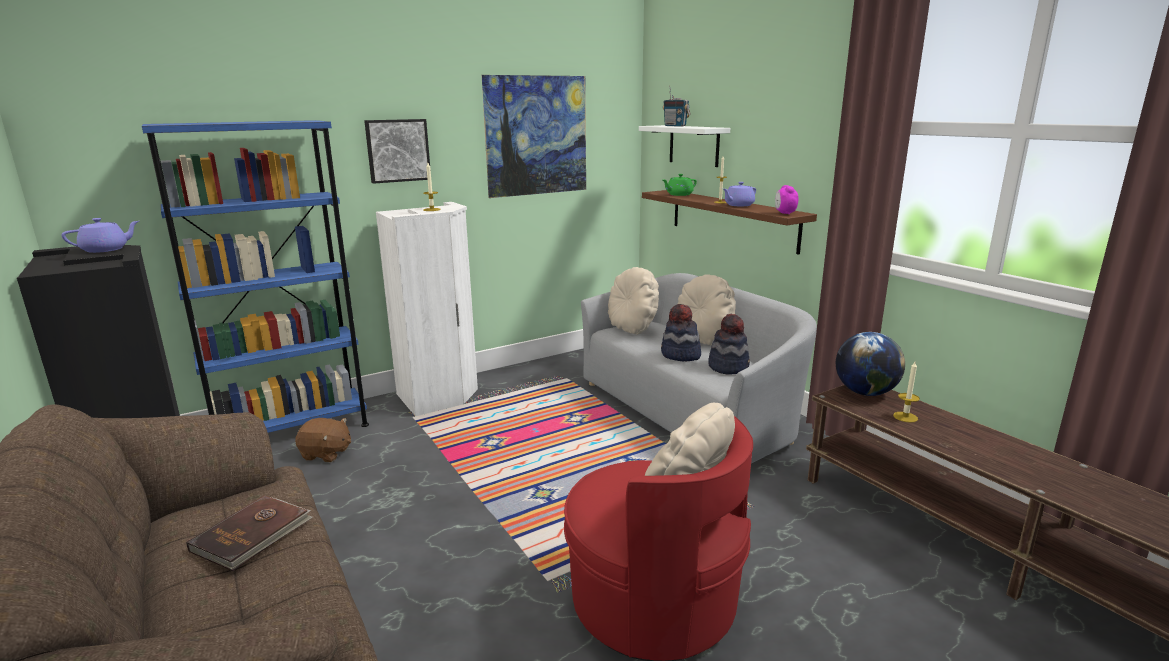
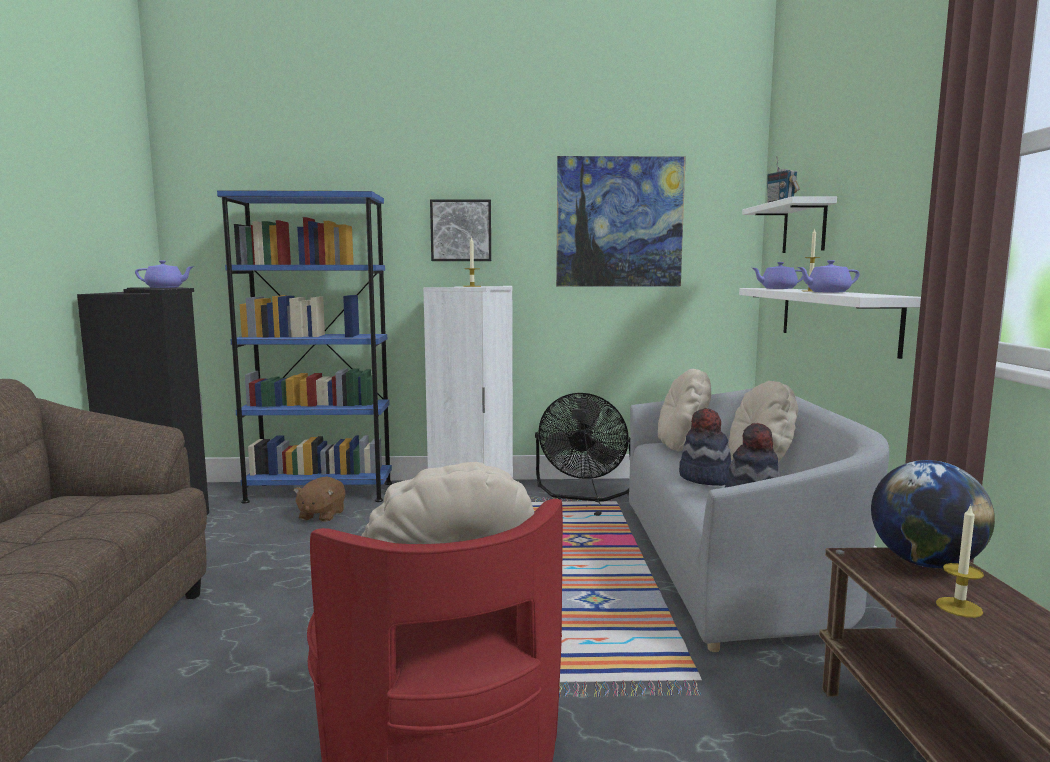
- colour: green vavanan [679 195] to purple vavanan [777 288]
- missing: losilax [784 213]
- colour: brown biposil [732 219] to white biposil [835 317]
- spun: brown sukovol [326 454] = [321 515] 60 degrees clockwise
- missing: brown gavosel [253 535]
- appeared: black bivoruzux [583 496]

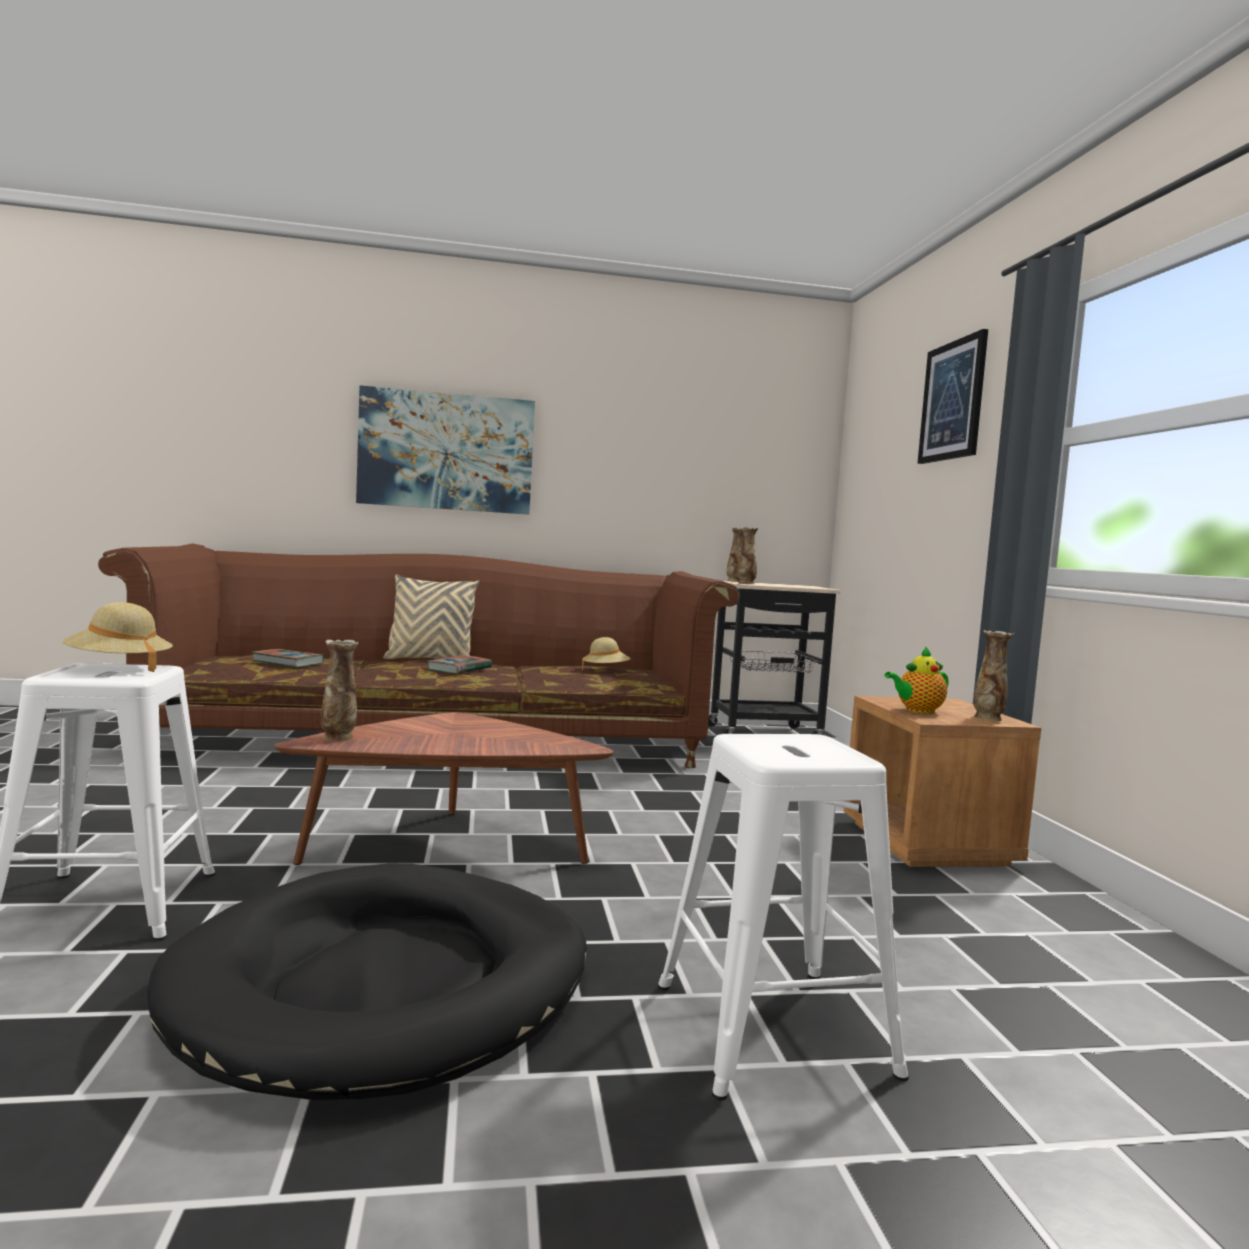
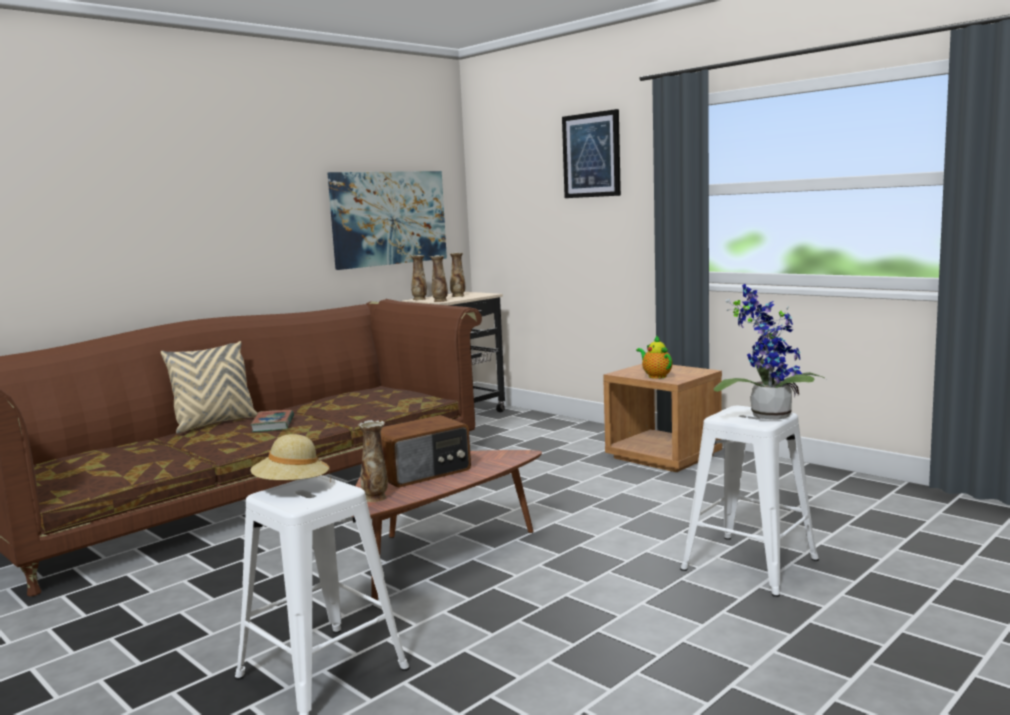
- relocated: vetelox [446 452] to [389 218]
- relocated: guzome [988 718] to [458 296]
- missing: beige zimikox [605 670]
- spun: vavanan [917 711] = [655 376] 120 degrees clockwise
- missing: gavosel [288 662]
- missing: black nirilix [386 984]
- appeared: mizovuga [767 415]
- appeared: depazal [423 472]

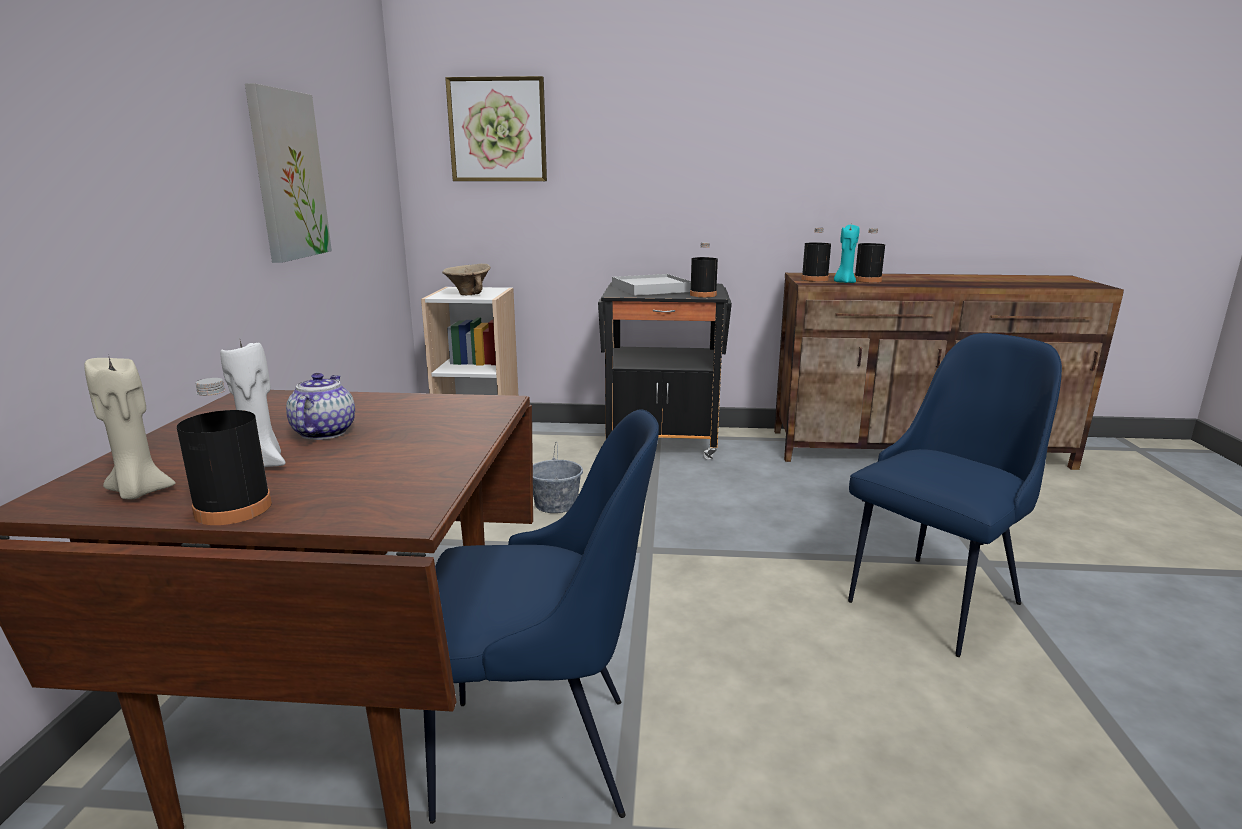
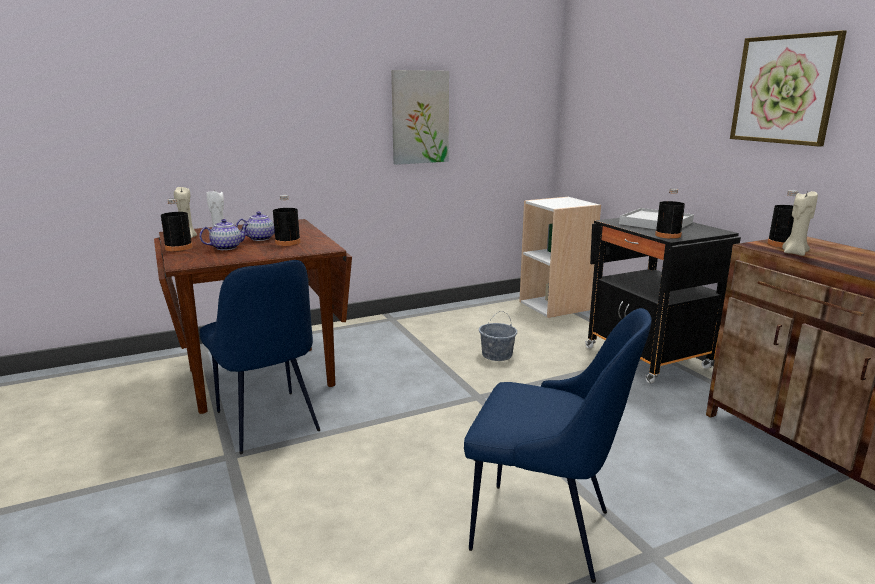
- relocated: vetelox [497 130] to [784 90]
- colour: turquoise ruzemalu [844 282] to beige ruzemalu [794 253]
- relocated: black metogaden [867 280] to [287 242]
- missing: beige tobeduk [467 294]
- appeared: vavanan [227 247]

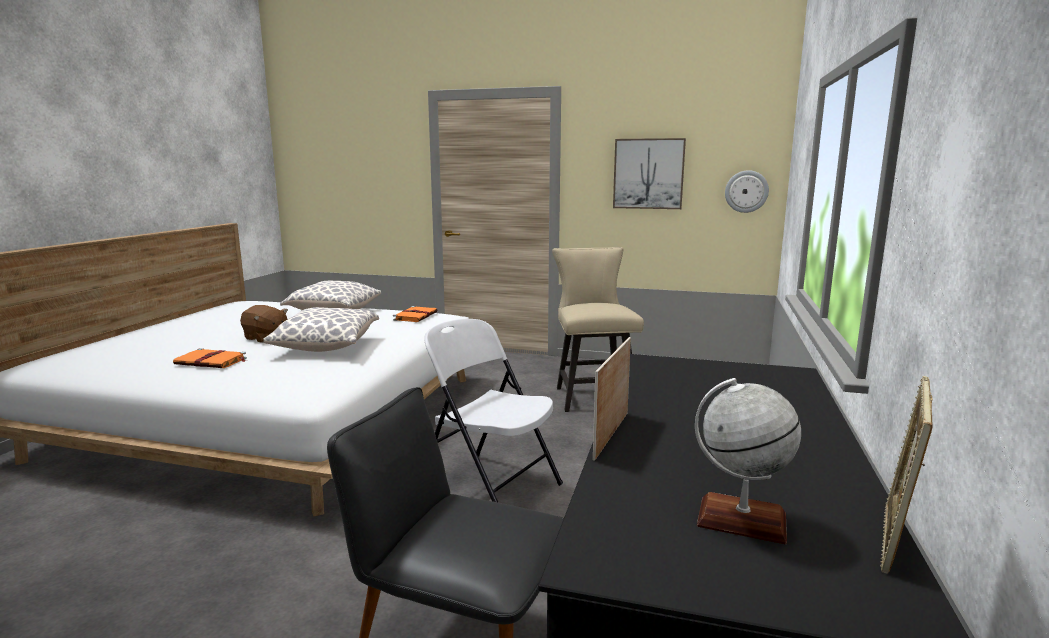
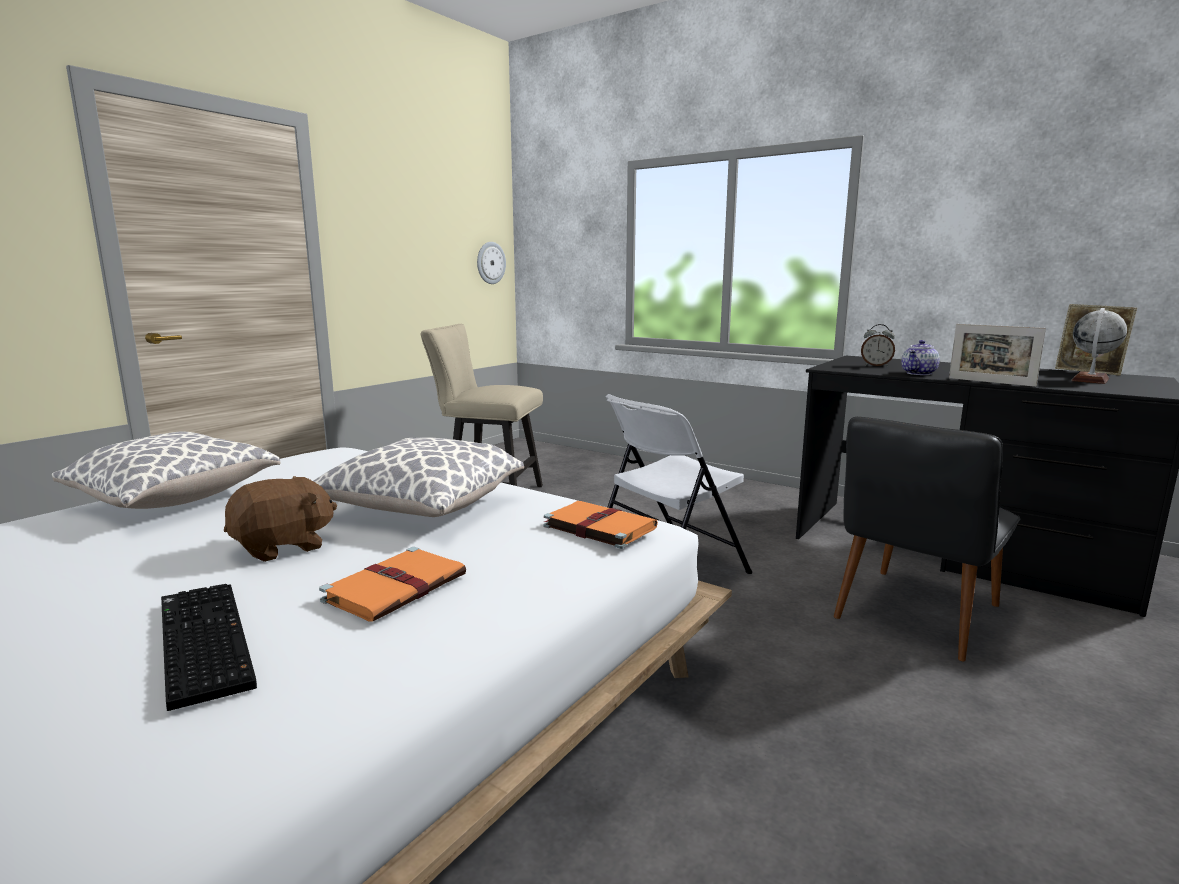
- missing: vetelox [648 174]
- relocated: orange gavosel [416 316] to [597 527]
- appeared: losilax [876 366]
- appeared: vavanan [919 373]
- appeared: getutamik [200 642]

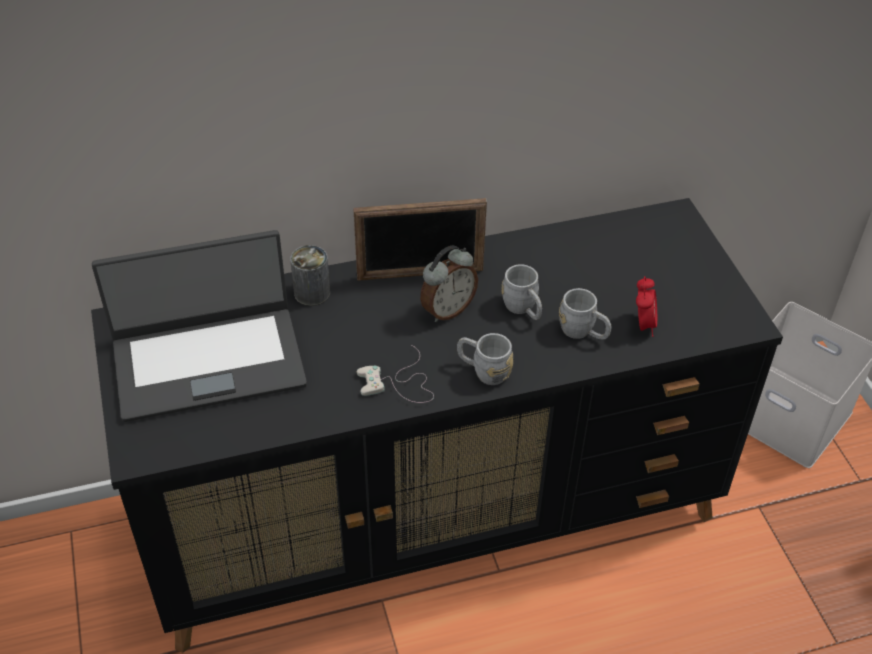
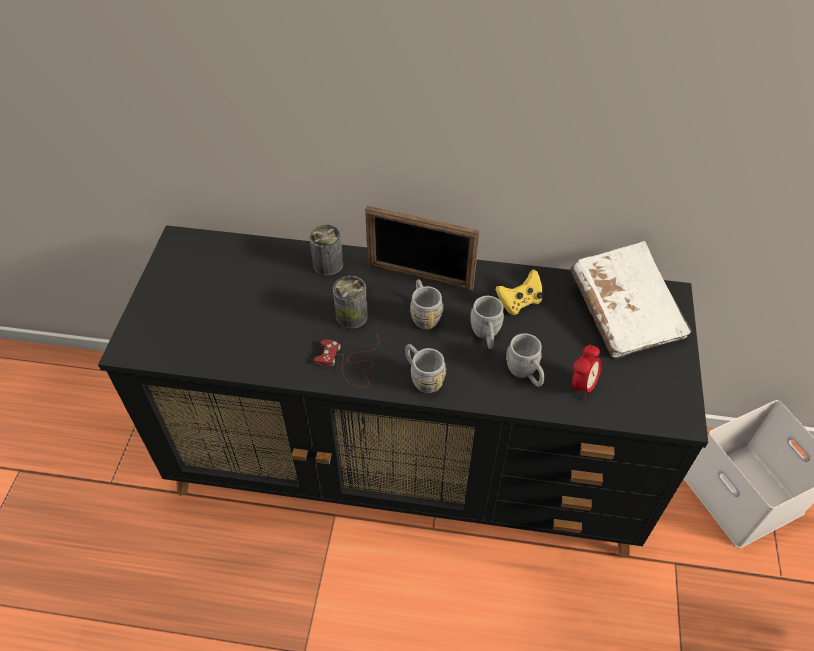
- missing: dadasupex [208 361]
- exchanged: losilax [447 310] to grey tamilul [423 314]
- colour: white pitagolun [399 383] to red pitagolun [349 363]
- appeared: white gavosel [624 312]
- appeared: yellow pitagolun [519 302]
- appeared: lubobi [351 316]

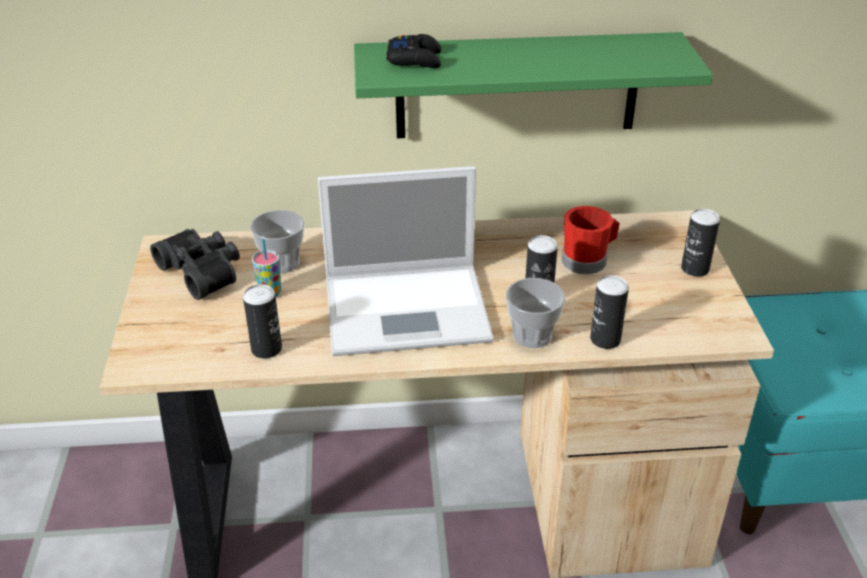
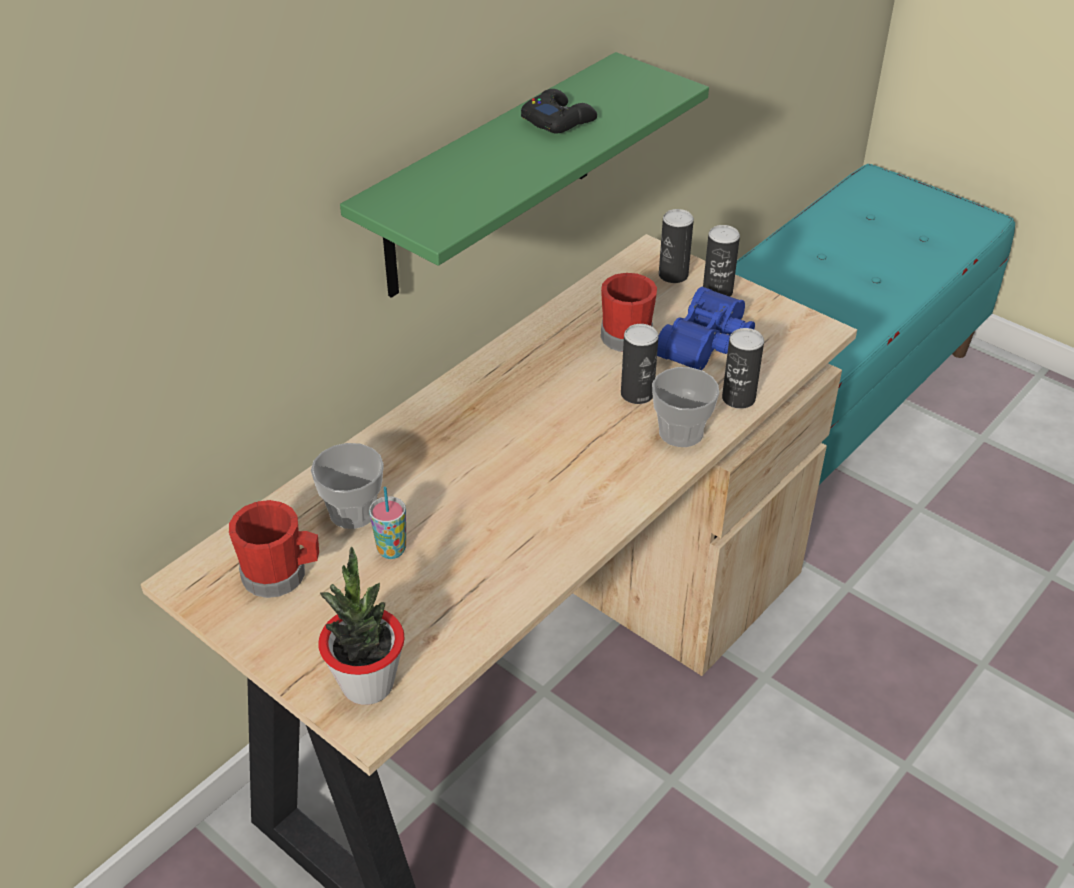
- relocated: black pitagolun [415 59] to [558 120]
- missing: dadasupex [410 309]
- exchanged: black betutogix [203 271] to red tamilul [281 575]
- relocated: lubobi [266 349] to [673 275]
- appeared: blue betutogix [709 345]
- appeared: mizovuga [367 684]

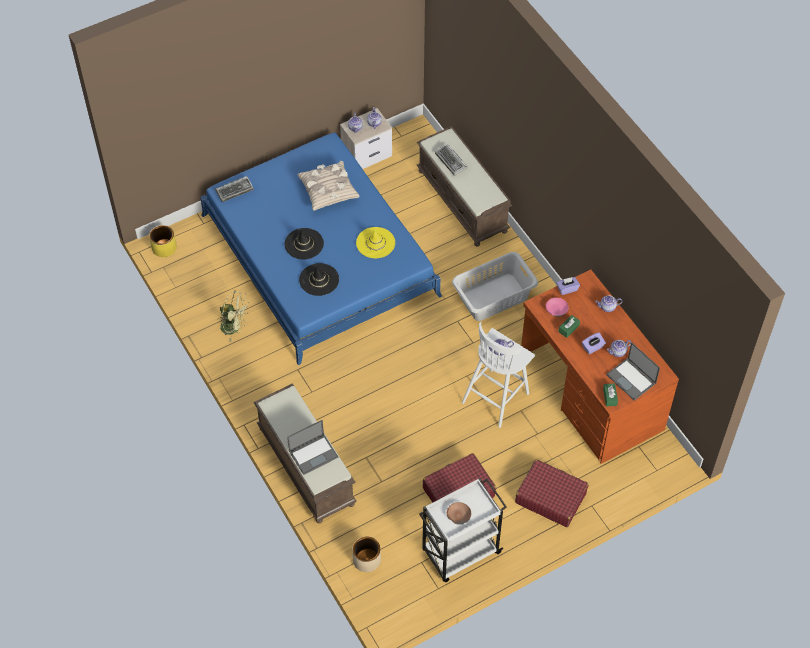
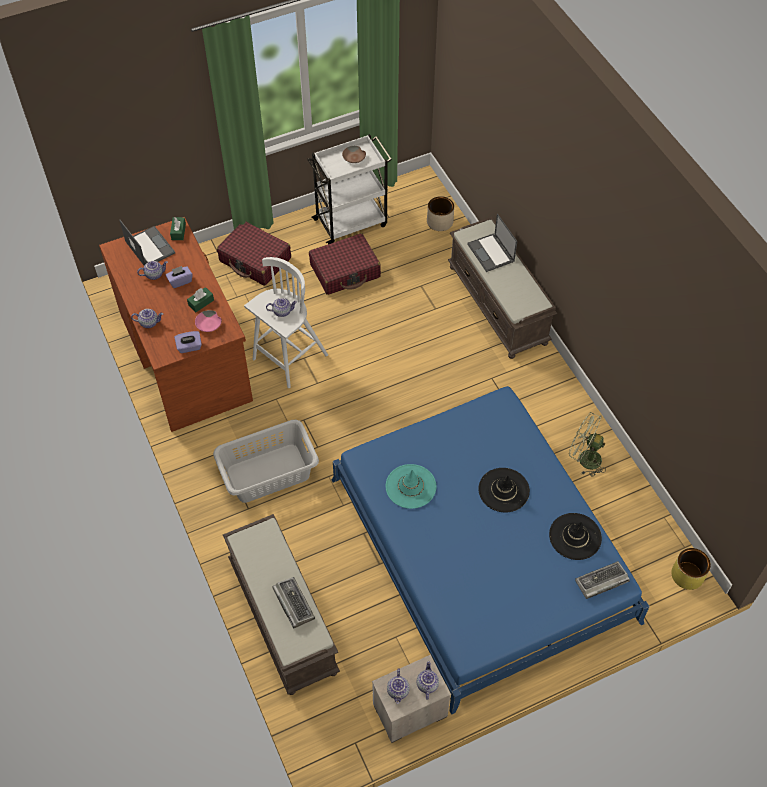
- missing: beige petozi [328 192]
- colour: yellow zimikox [375 243] to turquoise zimikox [410 486]
- relocated: black zimikox [319 280] to [575 536]
- spun: dadasupex [314 454] = [491 253] 90 degrees counterclockwise

